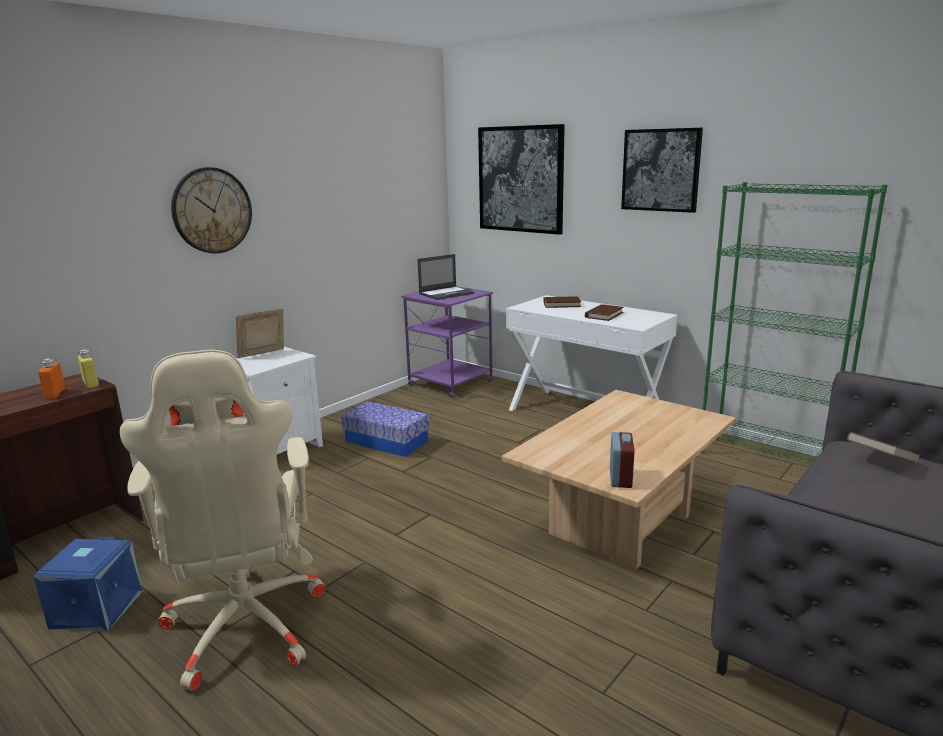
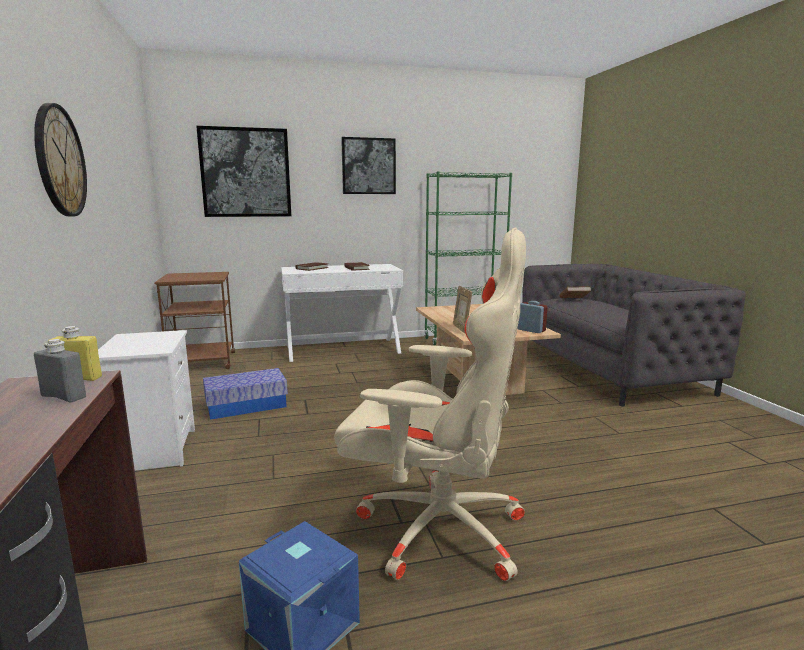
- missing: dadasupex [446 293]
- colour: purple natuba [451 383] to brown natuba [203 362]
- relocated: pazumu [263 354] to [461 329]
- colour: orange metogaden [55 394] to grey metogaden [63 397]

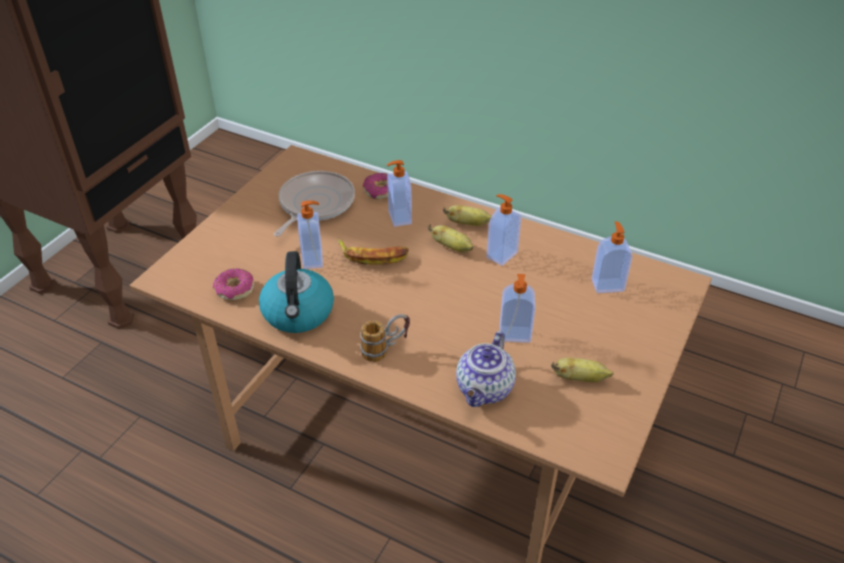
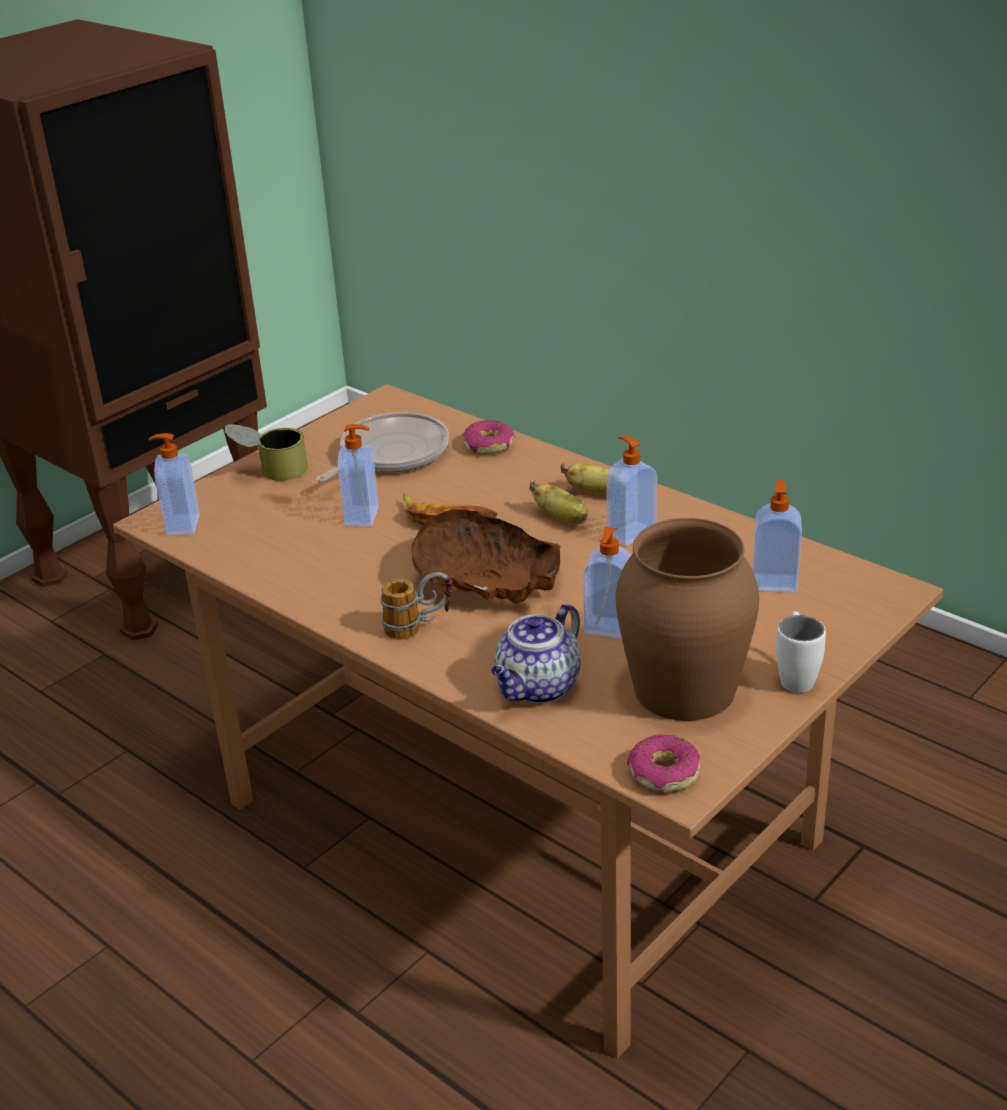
- relocated: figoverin [398 218] to [181 525]
- missing: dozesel [298 313]
- relocated: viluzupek [234 290] to [663 773]
- exchanged: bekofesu [580 378] to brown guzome [683 689]
- appeared: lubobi [270 471]
- appeared: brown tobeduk [485 578]
- appeared: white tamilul [795 675]

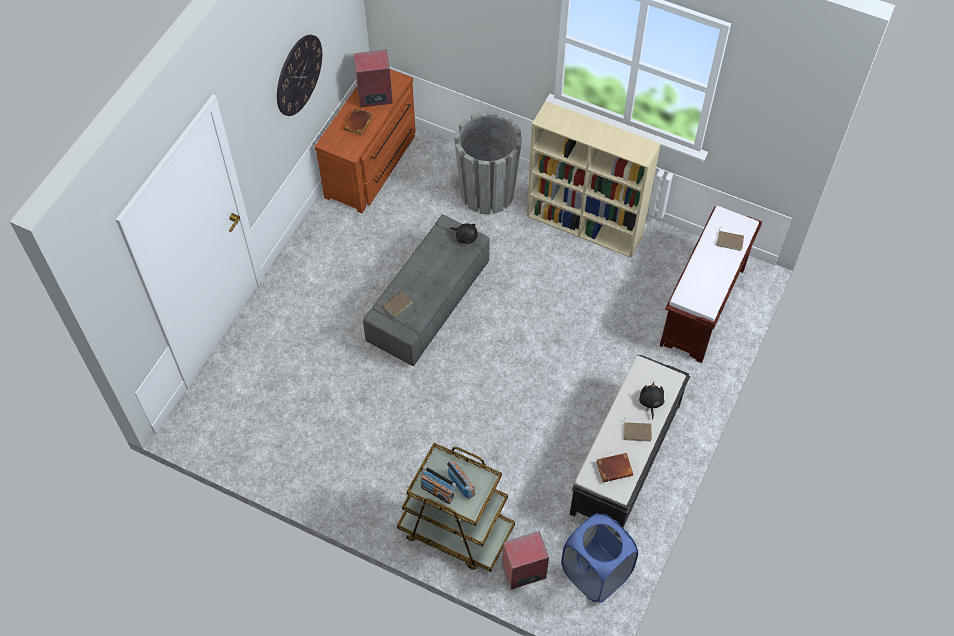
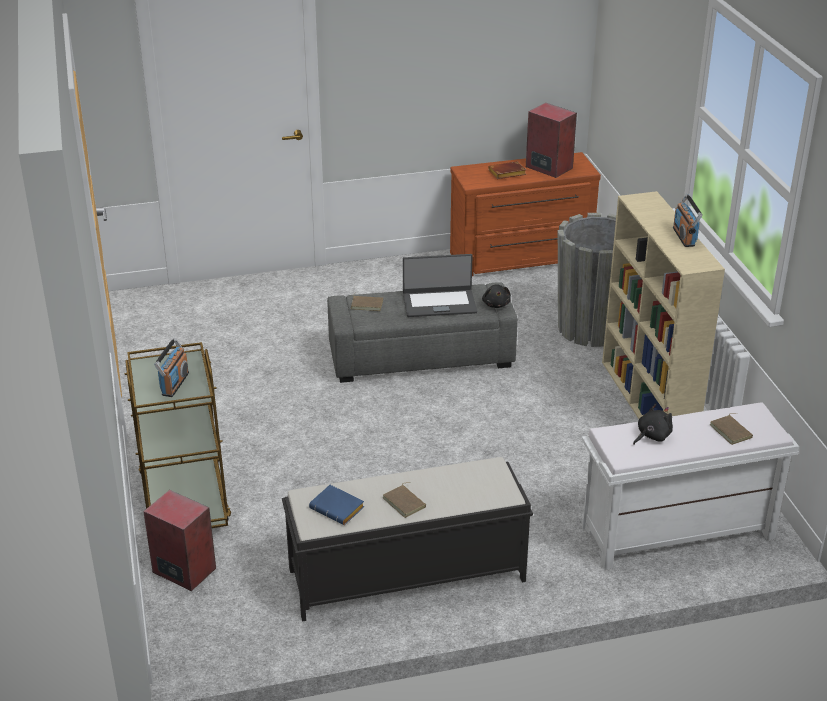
- missing: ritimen [298 75]
- colour: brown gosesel [702 308] to white gosesel [675 533]
- relocated: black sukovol [650 402] to [652 436]
- colour: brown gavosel [615 468] to blue gavosel [339 508]
- relocated: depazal [437 492] to [684 237]
- missing: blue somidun [595 573]
- appeared: dadasupex [439 303]

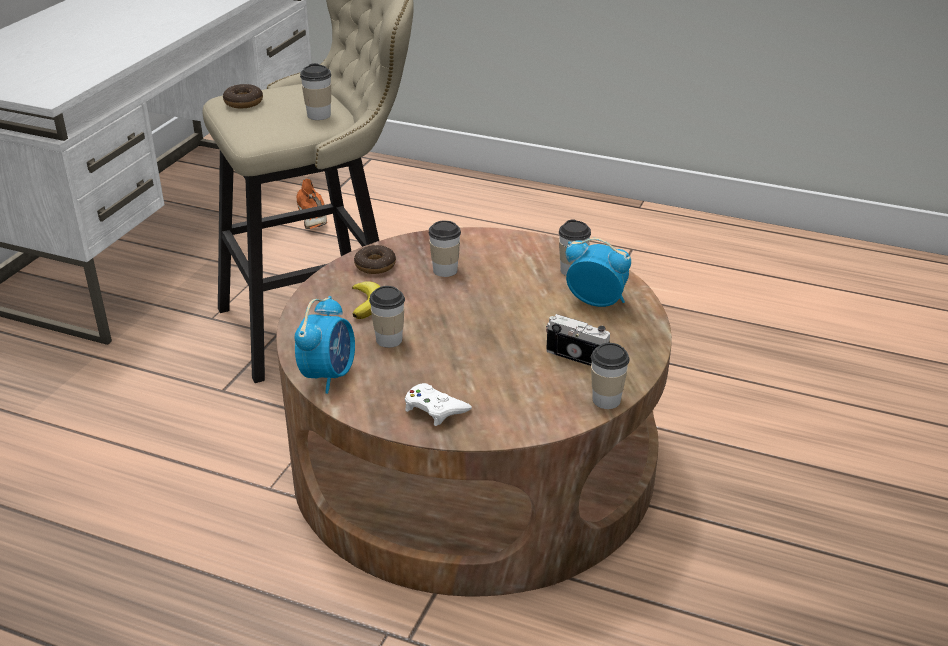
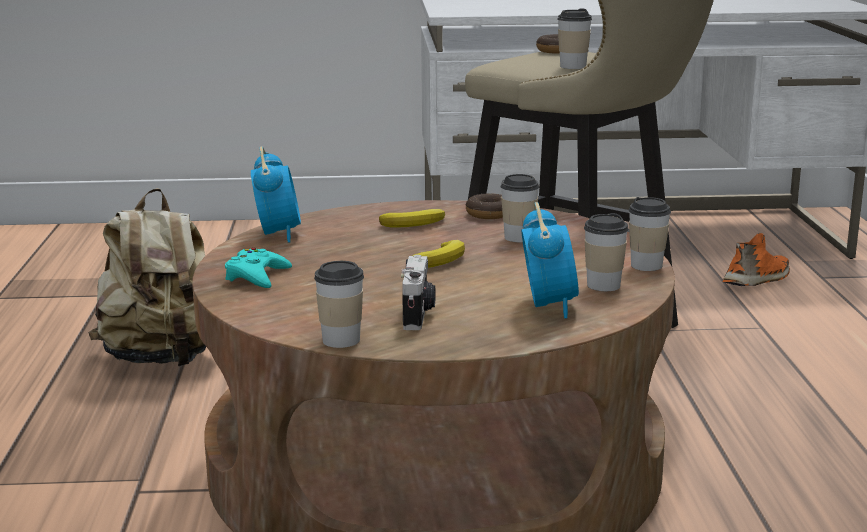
- relocated: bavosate [389 340] to [646 265]
- spun: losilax [329 375] = [277 234] 90 degrees counterclockwise
- colour: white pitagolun [434 409] to turquoise pitagolun [257 276]
- appeared: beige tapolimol [163 359]
- appeared: bekofesu [441 259]

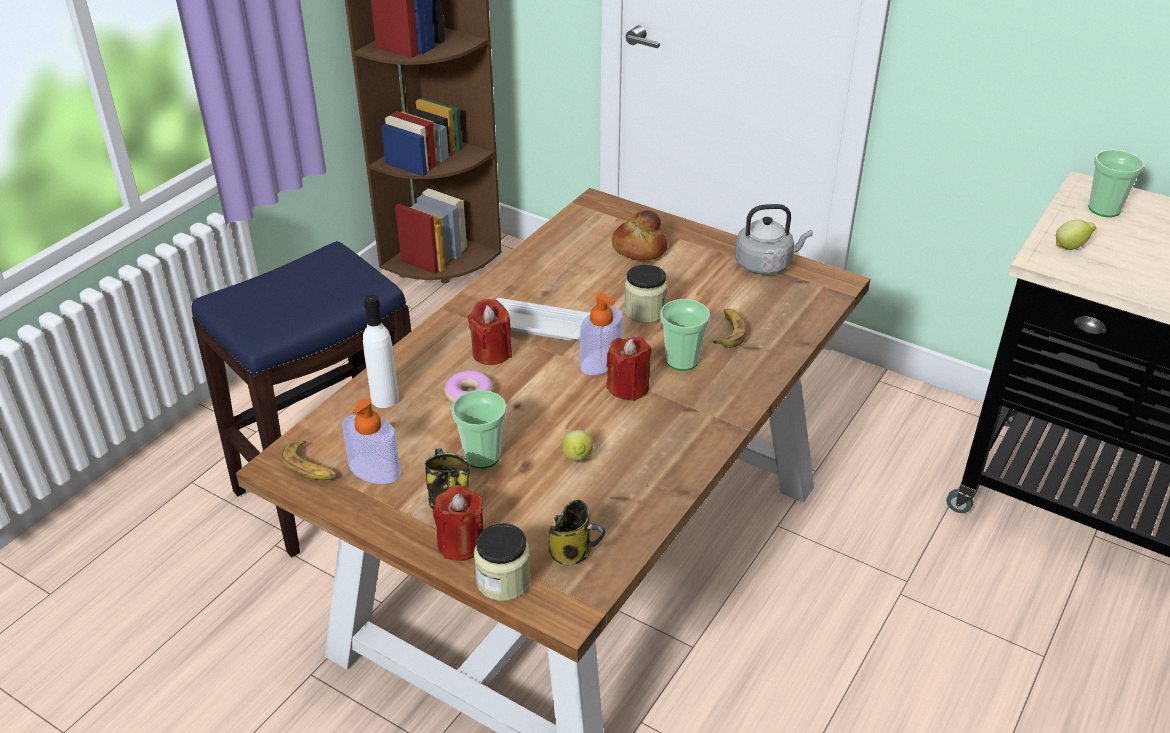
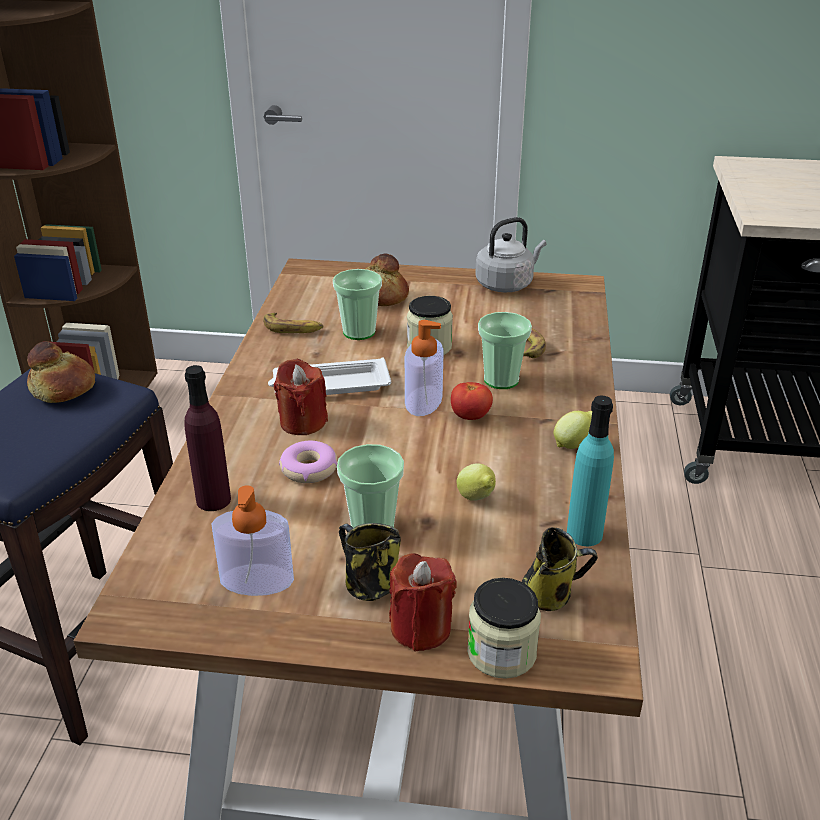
- relocated: bavosate [1104 209] to [359 332]
- relocated: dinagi [1071 247] to [573 444]
- colour: white metogaden [385 399] to purple metogaden [213 500]
- exchanged: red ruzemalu [628 387] to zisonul [470 417]
- relocated: bekofesu [311 467] to [293 328]
- appeared: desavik [63 389]
- appeared: turquoise metogaden [584 534]

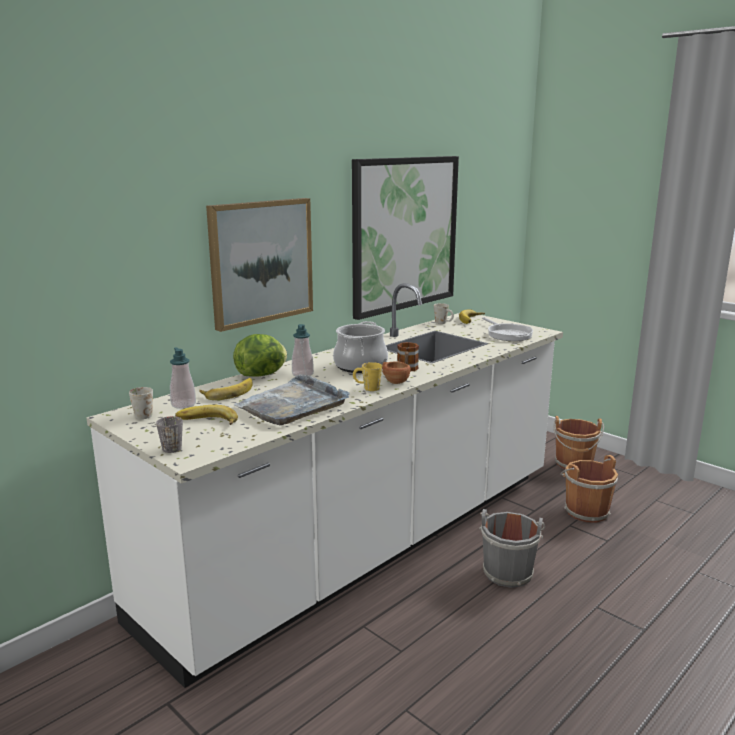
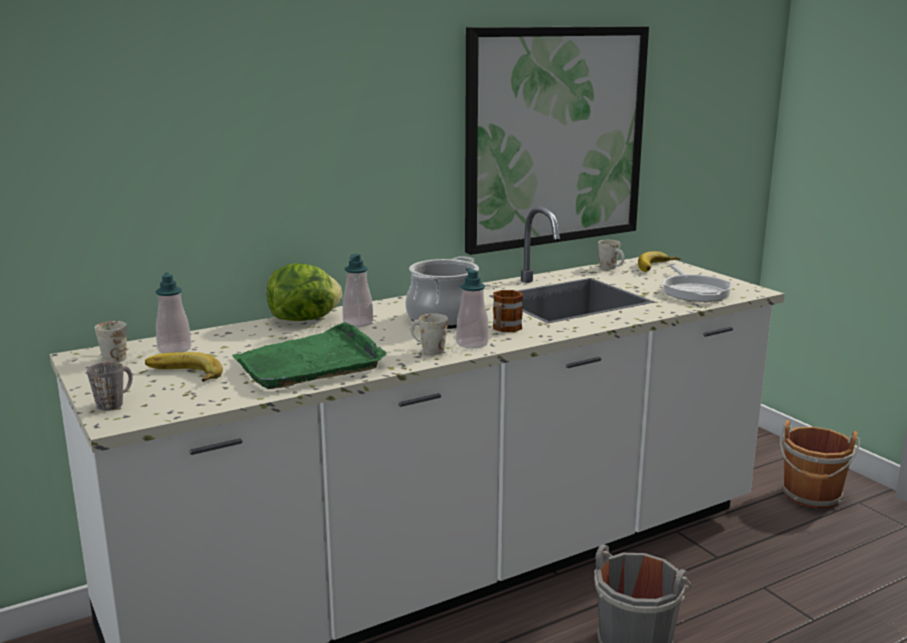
- missing: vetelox [261 261]
- exchanged: brown bavosate [393 381] to figoverin [472 344]
- colour: yellow tamilul [367 388] to white tamilul [427 349]
- colour: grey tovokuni [293 404] to green tovokuni [310 362]
- missing: bekofesu [228 392]
- missing: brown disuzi [585 511]

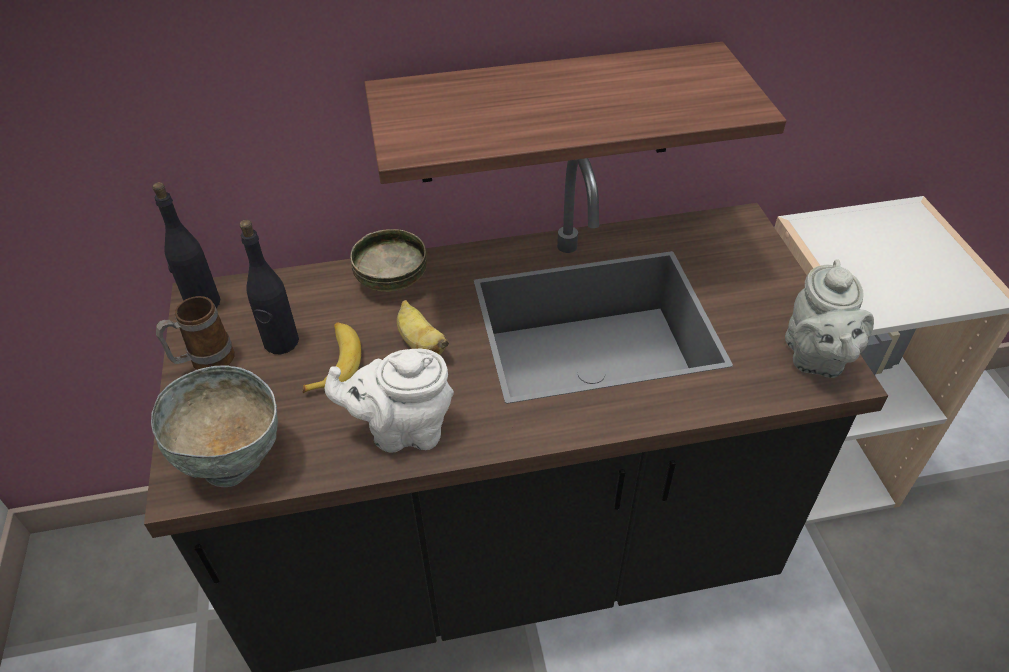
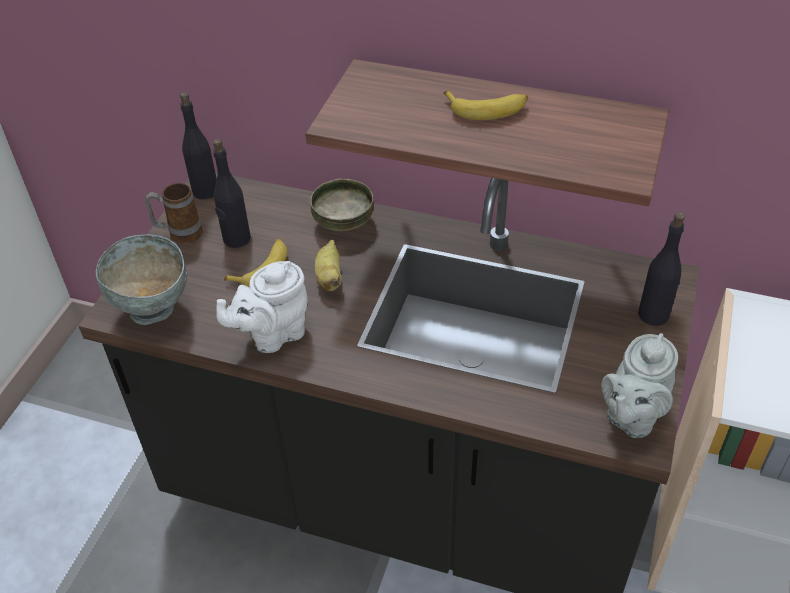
- spun: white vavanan [403 430] = [272 334] 60 degrees counterclockwise
- appeared: bekofesu [487 109]
- appeared: black metogaden [654 314]

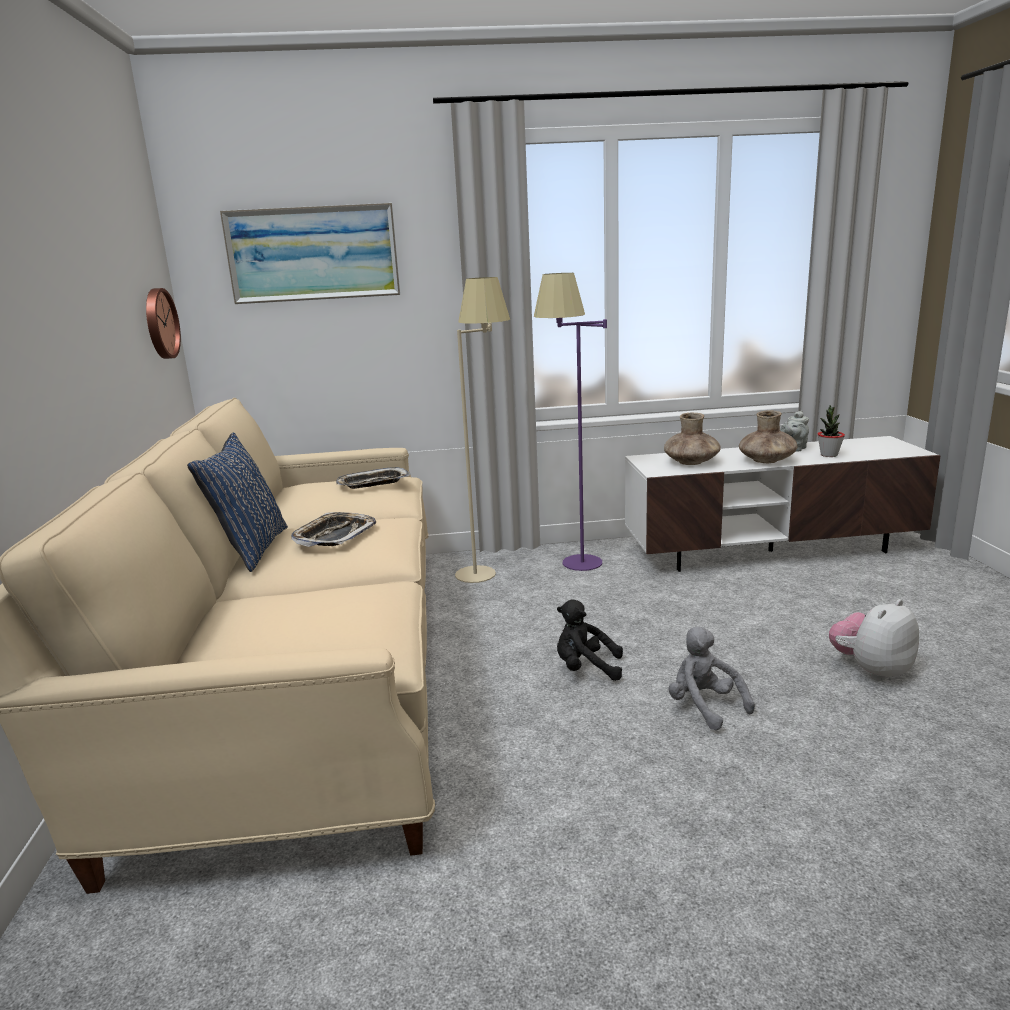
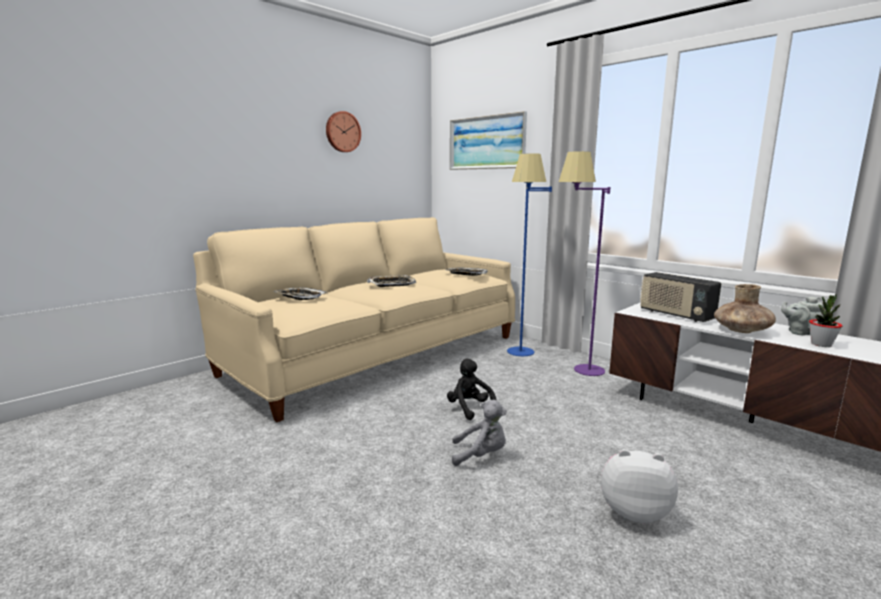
- colour: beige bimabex [489 578] to blue bimabex [522 356]
- relocated: ritimen [159 324] to [342 132]
- exchanged: brown guzome [691 462] to depazal [675 315]
- missing: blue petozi [250 549]
- spun: grey sukovol [704 706] = [481 455] 75 degrees clockwise
- appeared: tovokuni [300 297]

